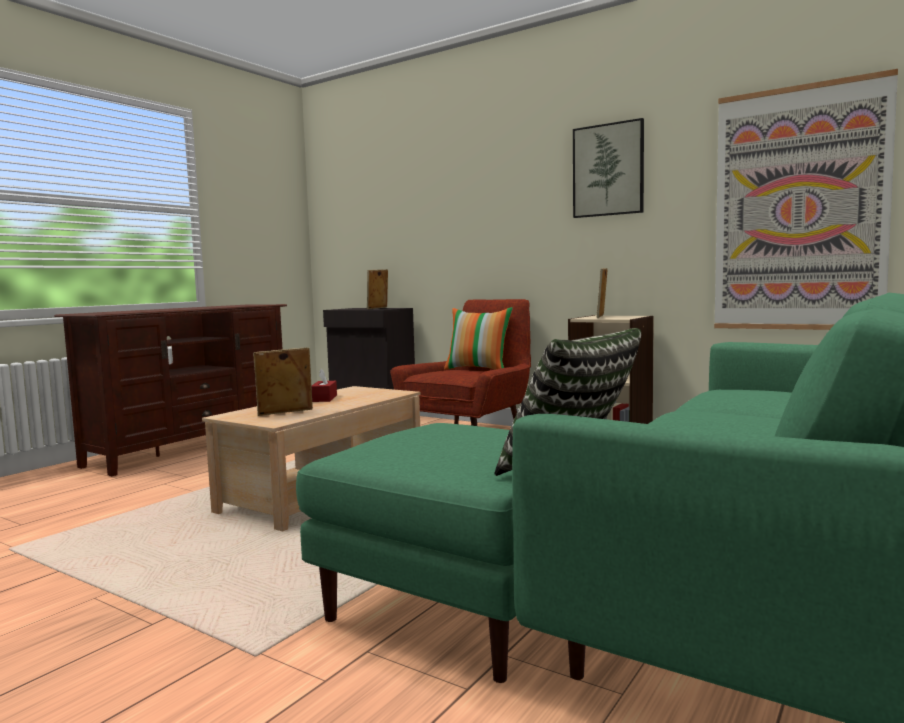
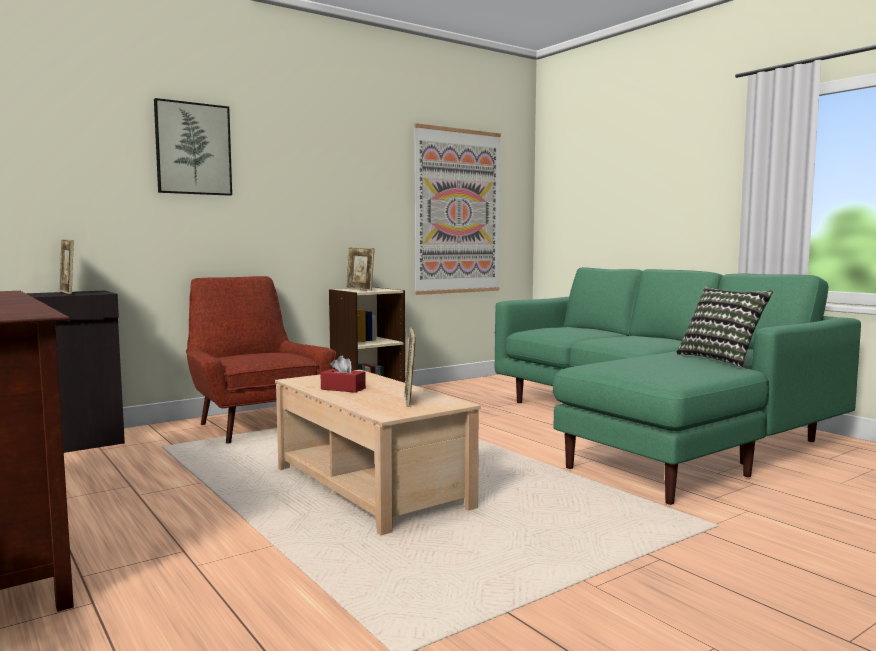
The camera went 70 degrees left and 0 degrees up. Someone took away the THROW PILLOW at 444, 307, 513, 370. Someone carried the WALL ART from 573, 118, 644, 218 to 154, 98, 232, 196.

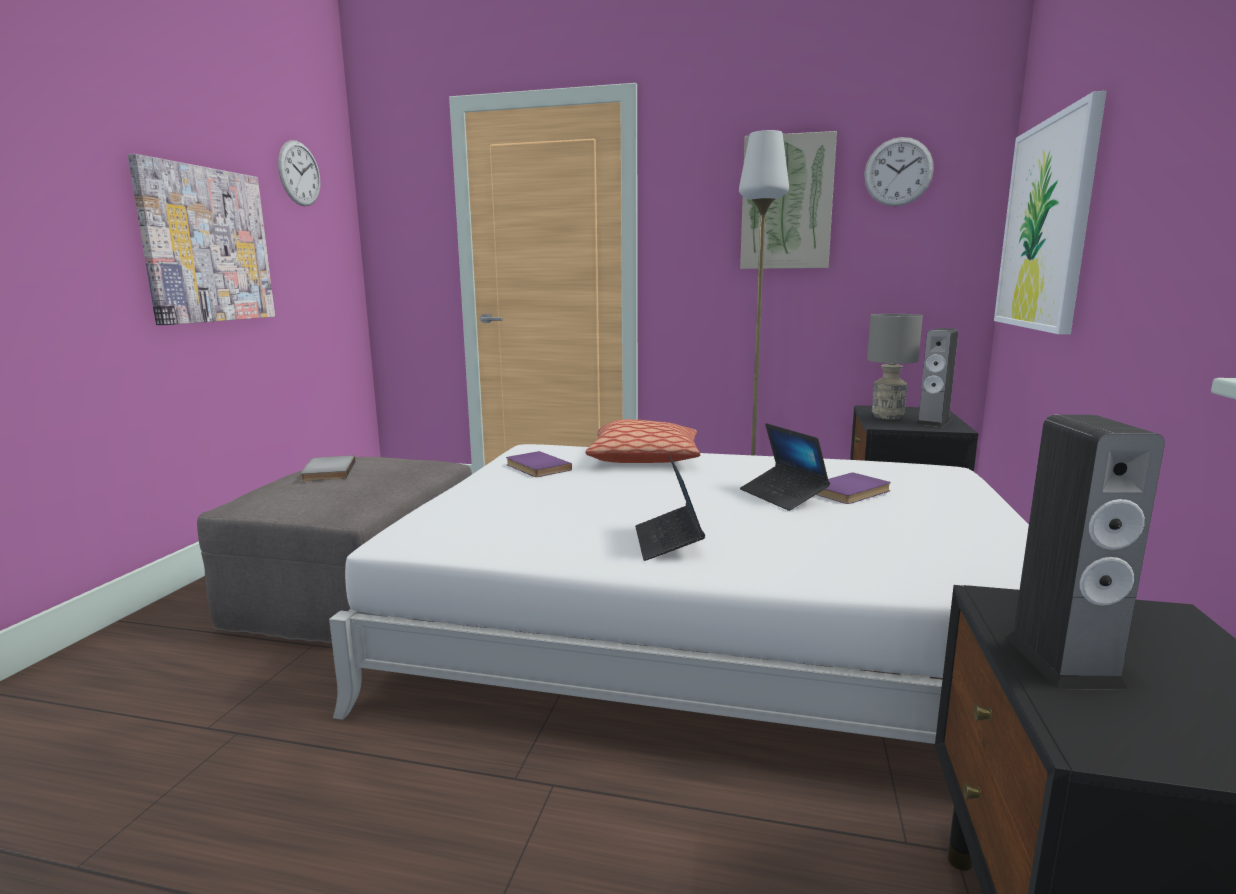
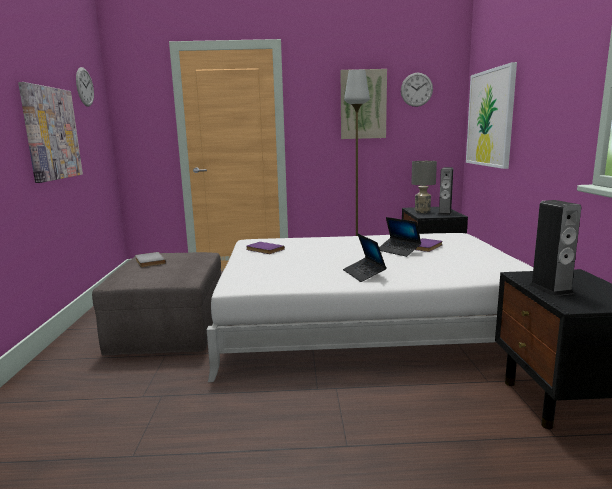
The camera went 15 degrees left and 0 degrees up. Someone took away the THROW PILLOW at 585, 419, 700, 463.

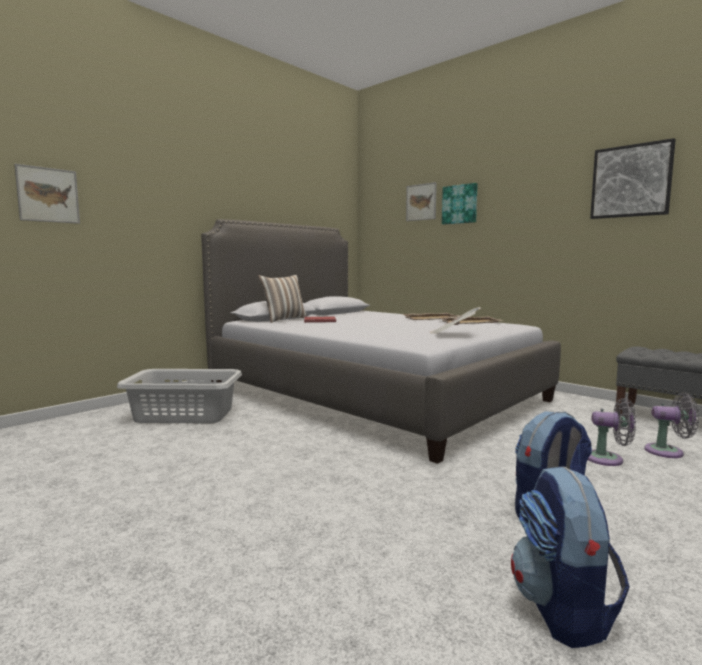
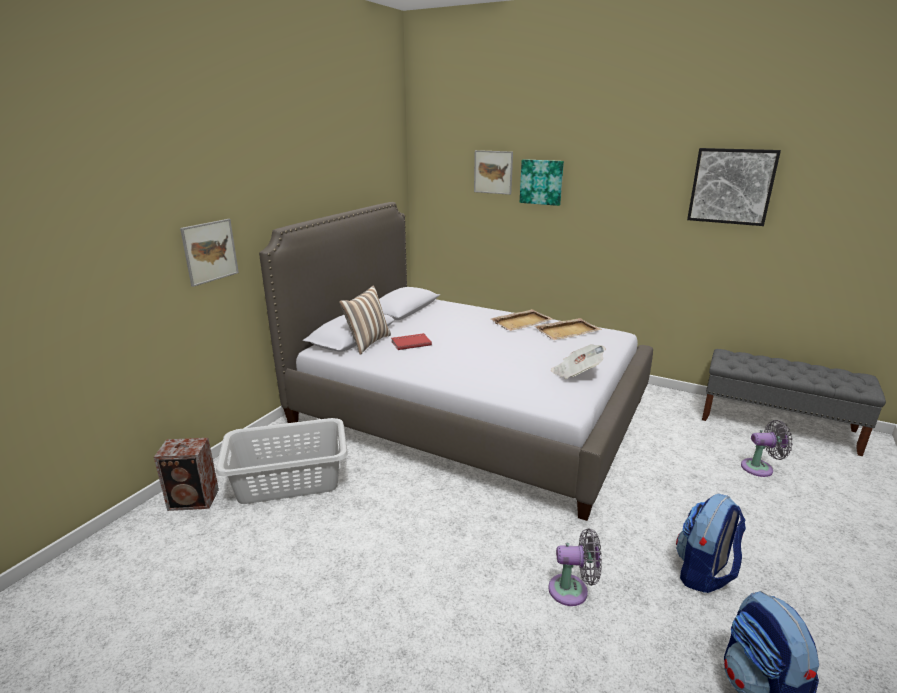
The camera went 15 degrees left and 15 degrees up. Someone put down the AUDIO SPEAKER at 154, 438, 219, 511. Someone carried the WALL ART from 14, 164, 80, 224 to 180, 219, 239, 287. Someone carried the GREY FAN from 588, 398, 636, 466 to 548, 528, 602, 606.

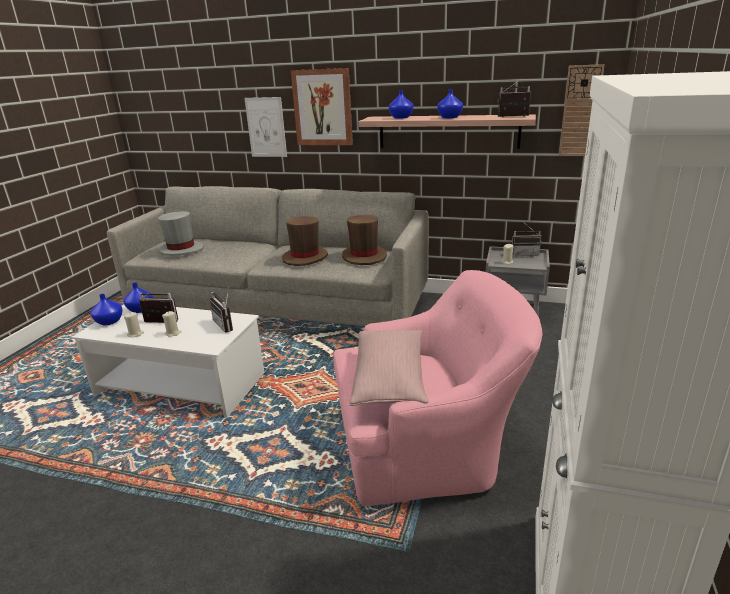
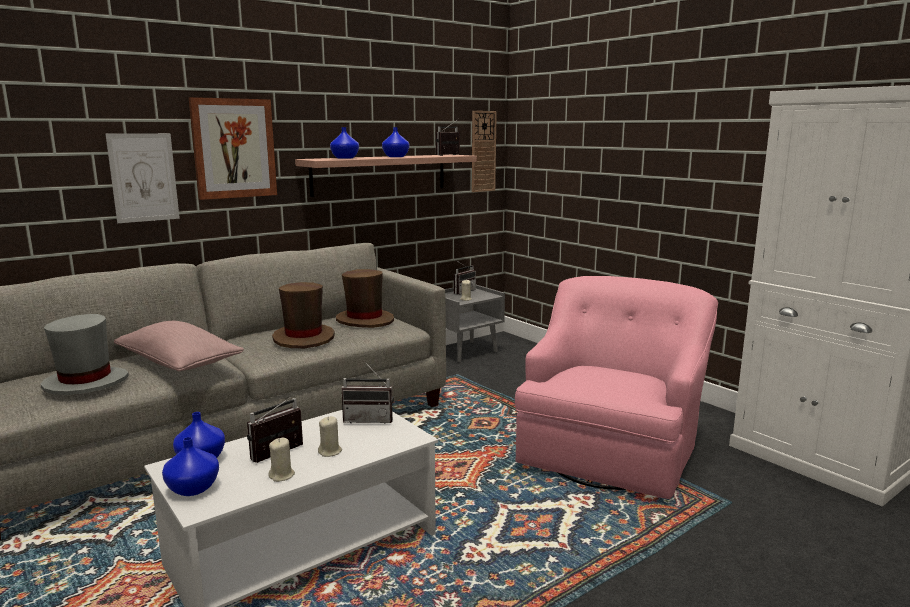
The camera went 55 degrees left and 10 degrees down. Someone carried the PINKISH THROW PILLOW from 350, 330, 429, 406 to 114, 321, 244, 372.

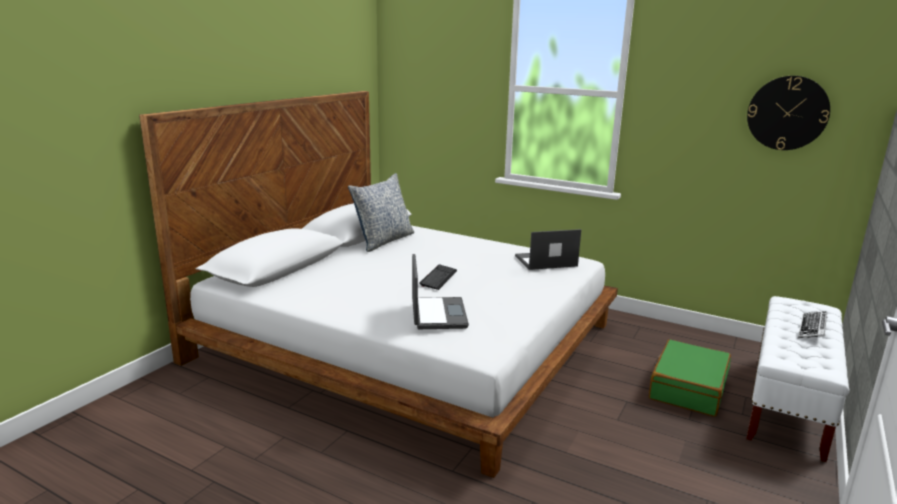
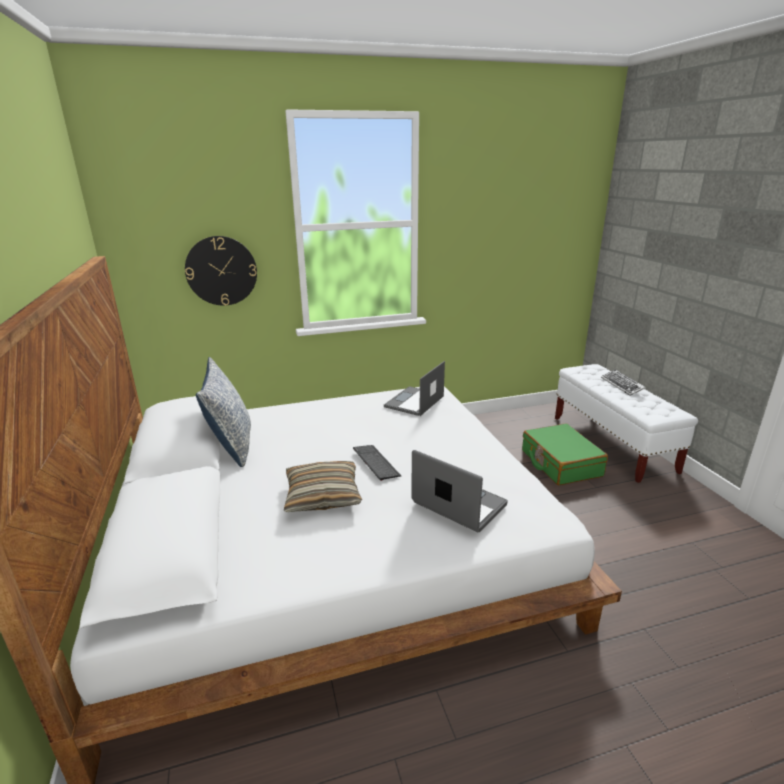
The camera went 45 degrees left and 5 degrees up. Someone put down the THROW PILLOW at 284, 461, 362, 512. Someone carried the WALL CLOCK from 747, 76, 830, 150 to 185, 236, 257, 306.

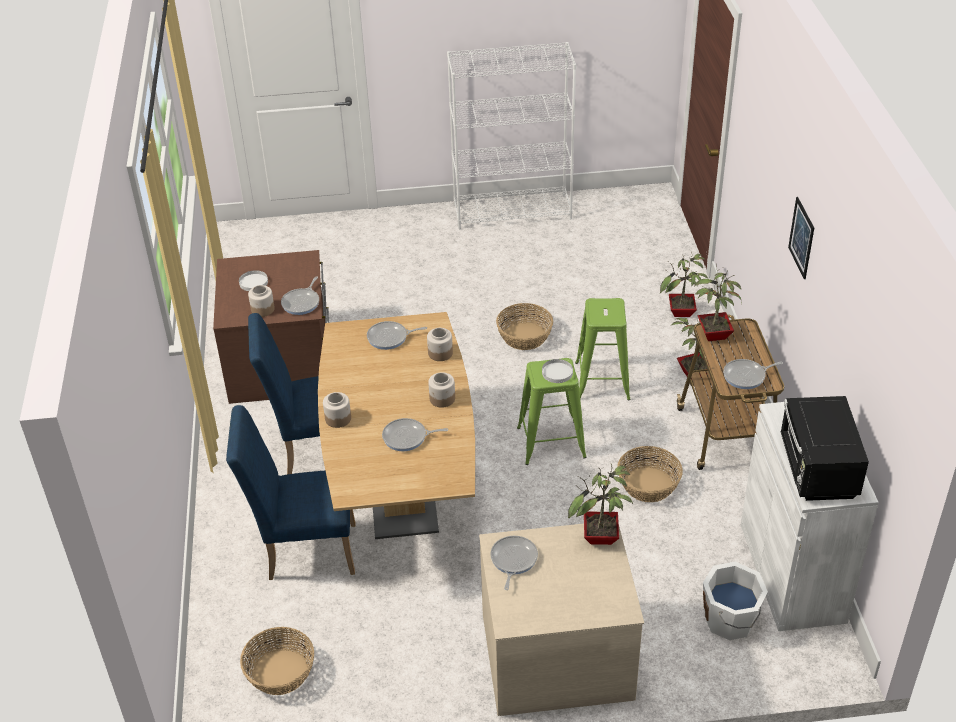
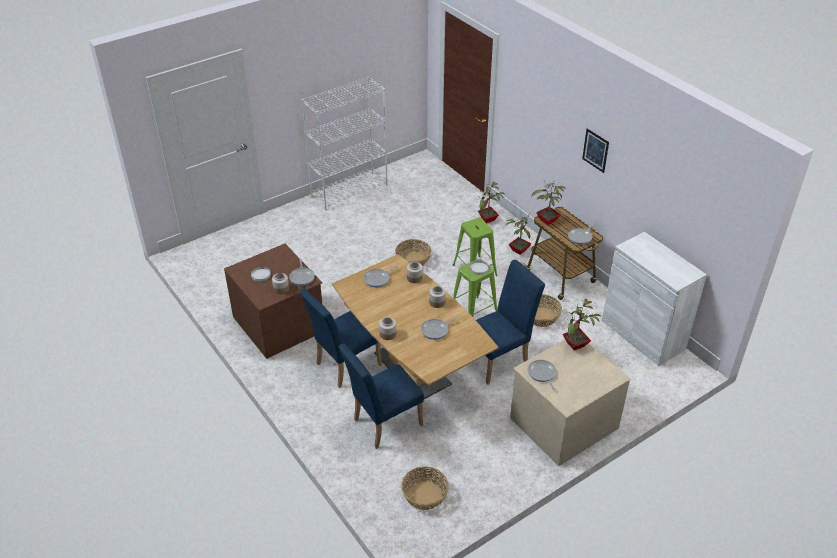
The camera went 30 degrees left and 0 degrees up. Someone took away the WHITE-COLOURED BUCKET at 703, 562, 768, 640. Someone took away the BLACKISH KITCHEN MICROWAVE at 780, 396, 869, 501. Someone put down the BLUISH PLAIN CHAIR at 476, 260, 545, 385.

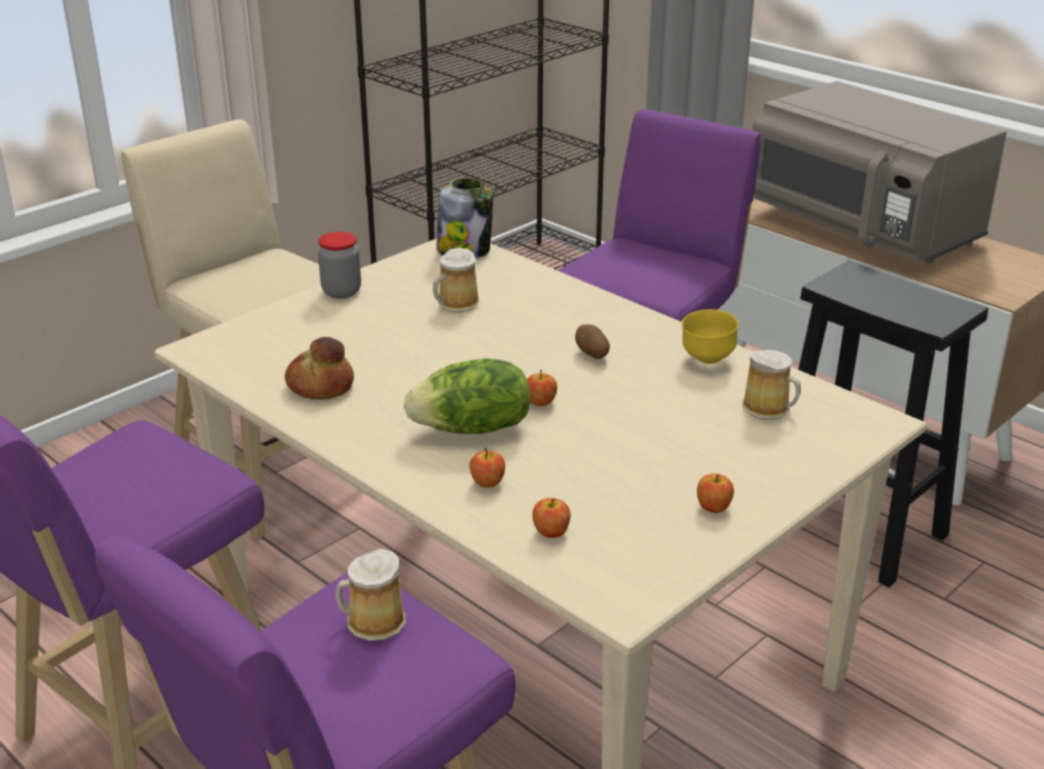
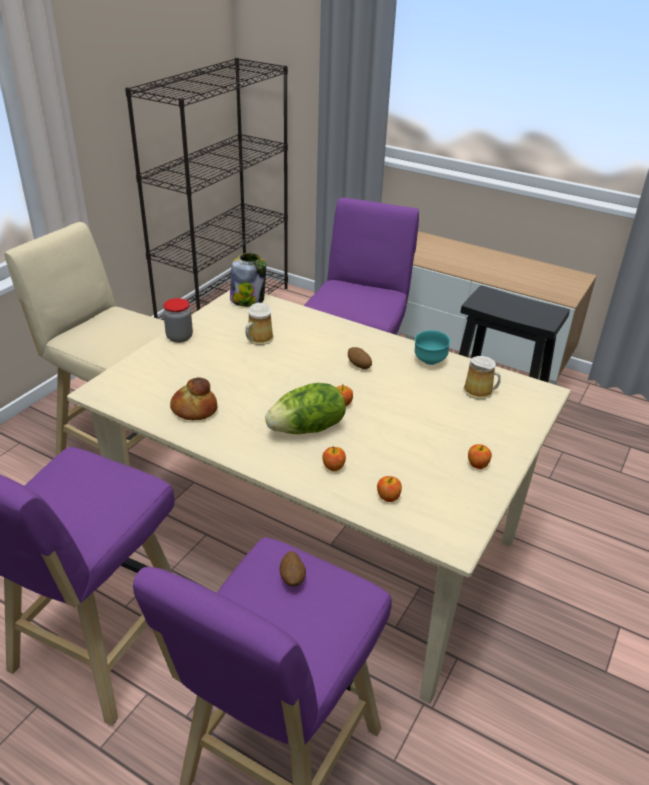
The camera went 15 degrees left and 5 degrees up. Someone took away the GREY KITCHEN MICROWAVE at 752, 81, 1007, 263. Someone swapped the MUG at 336, 548, 406, 641 for the SPUD at 280, 551, 306, 587. Someone repainted the YELLOW-COLOURED SERVING BOWL at 681, 309, 738, 364, which became the BLUE-GREEN SERVING BOWL at 415, 330, 450, 365.

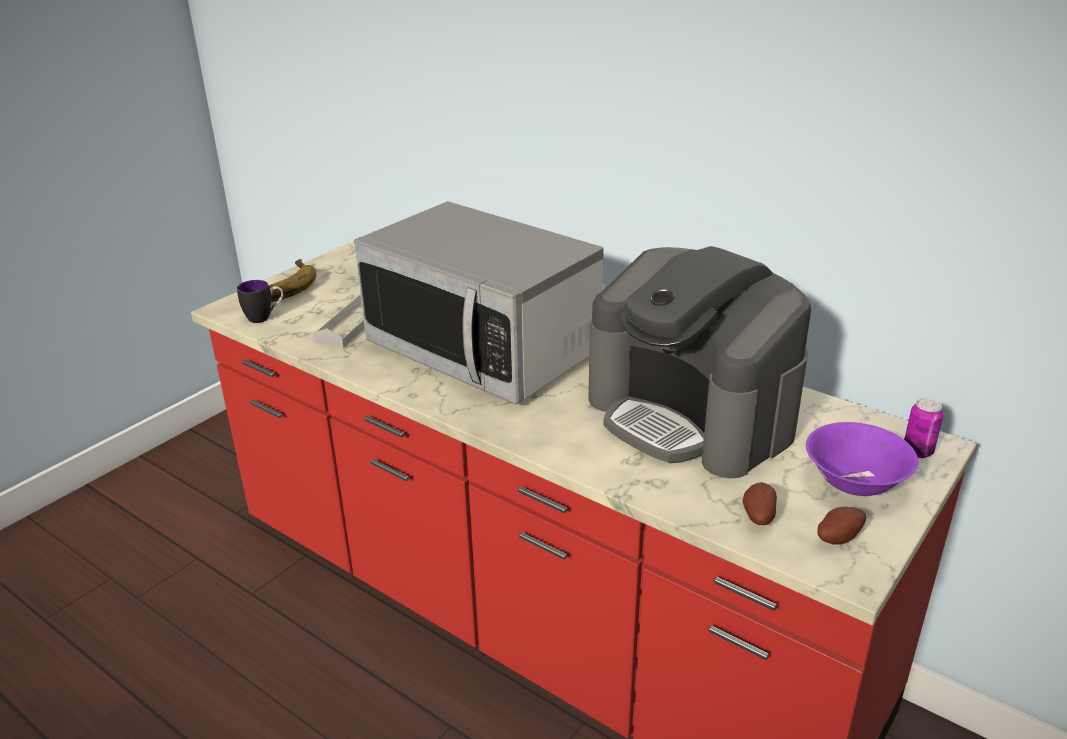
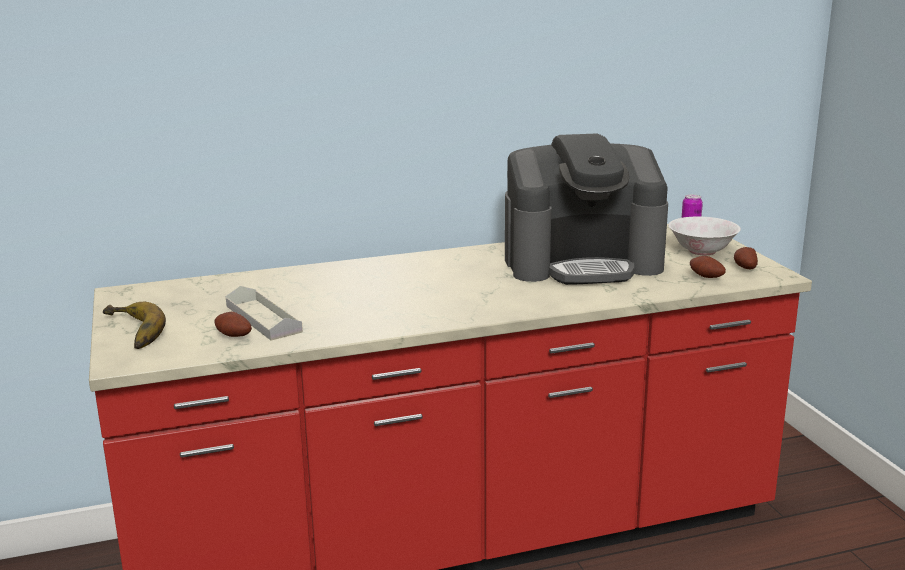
The camera went 55 degrees left and 10 degrees down. Someone took away the MUG at 237, 280, 283, 323. Someone took away the KITCHEN MICROWAVE at 354, 201, 604, 404. Someone put down the SPUD at 215, 312, 252, 337. Someone repainted the PURPLISH SERVING BOWL at 806, 422, 918, 496, which became the WHITE-COLOURED SERVING BOWL at 668, 217, 741, 255.

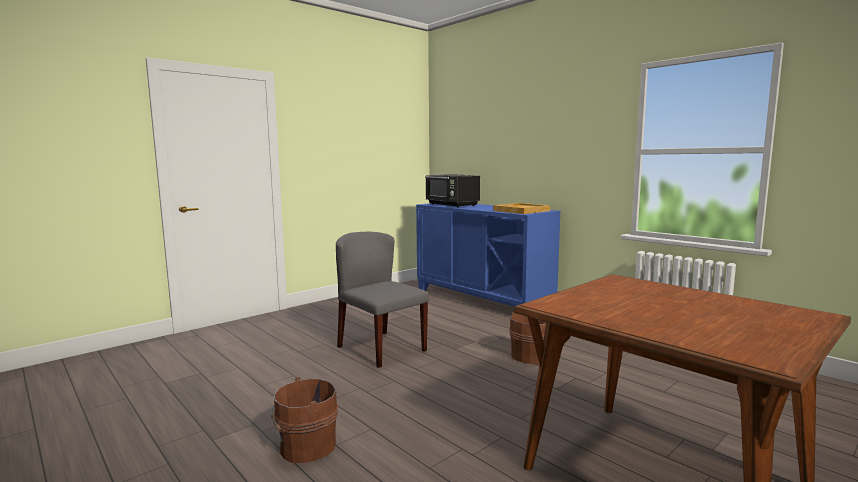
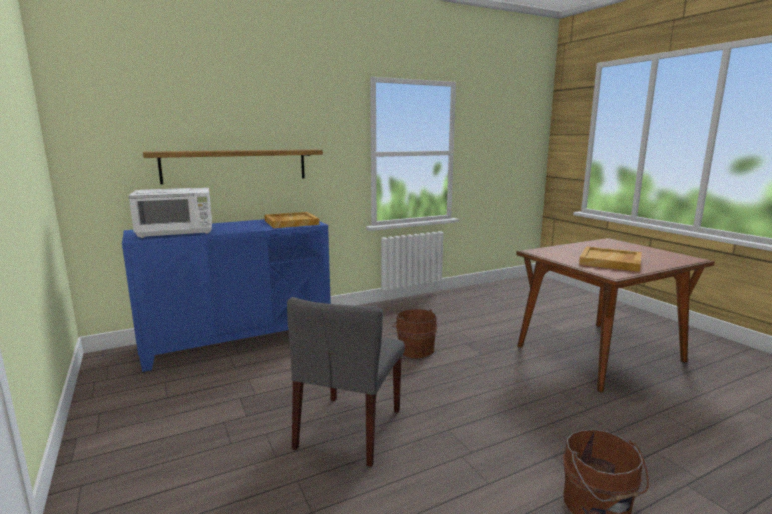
The camera went 75 degrees left and 5 degrees up. Someone put up the WALL SHELF at 143, 149, 323, 185. Someone put down the SAND-COLOURED CARRYING TRAY at 579, 246, 642, 272. Someone repainted the BLACKISH KITCHEN MICROWAVE at 425, 174, 480, 207, which became the WHITE-COLOURED KITCHEN MICROWAVE at 128, 188, 212, 238. Someone rotated the GREY PLAIN CHAIR at 336, 232, 429, 368 by 45 degrees counterclockwise.

